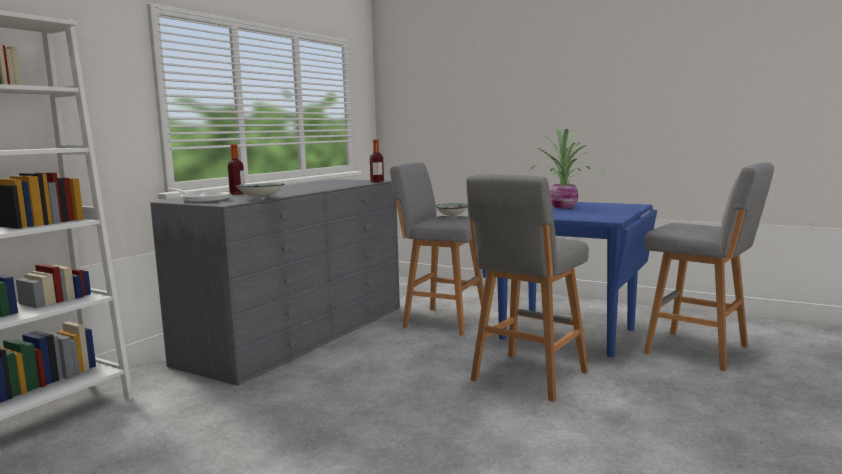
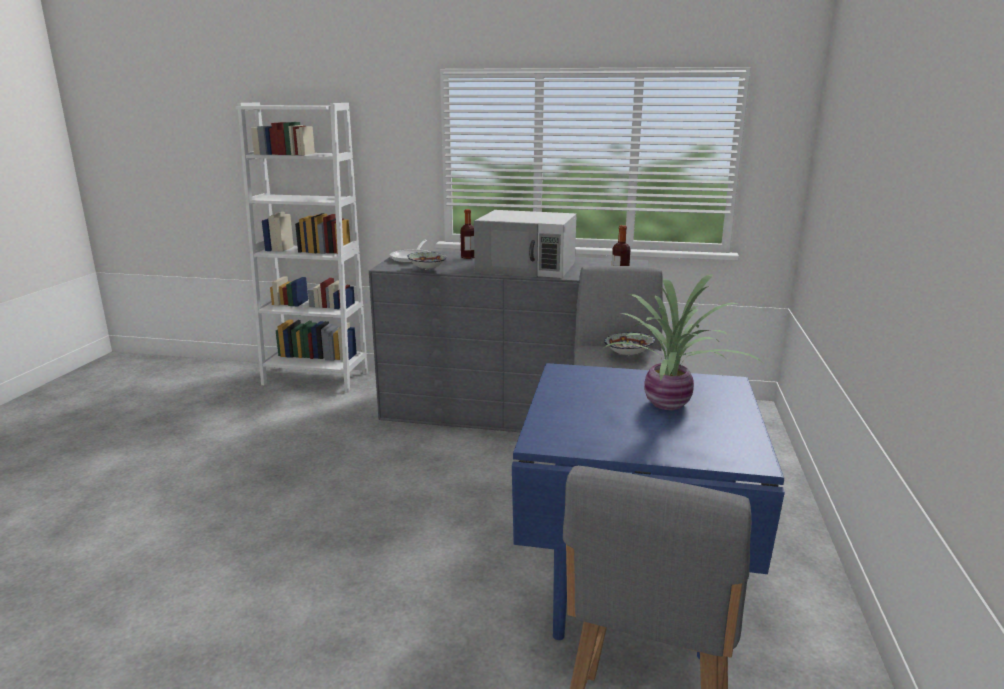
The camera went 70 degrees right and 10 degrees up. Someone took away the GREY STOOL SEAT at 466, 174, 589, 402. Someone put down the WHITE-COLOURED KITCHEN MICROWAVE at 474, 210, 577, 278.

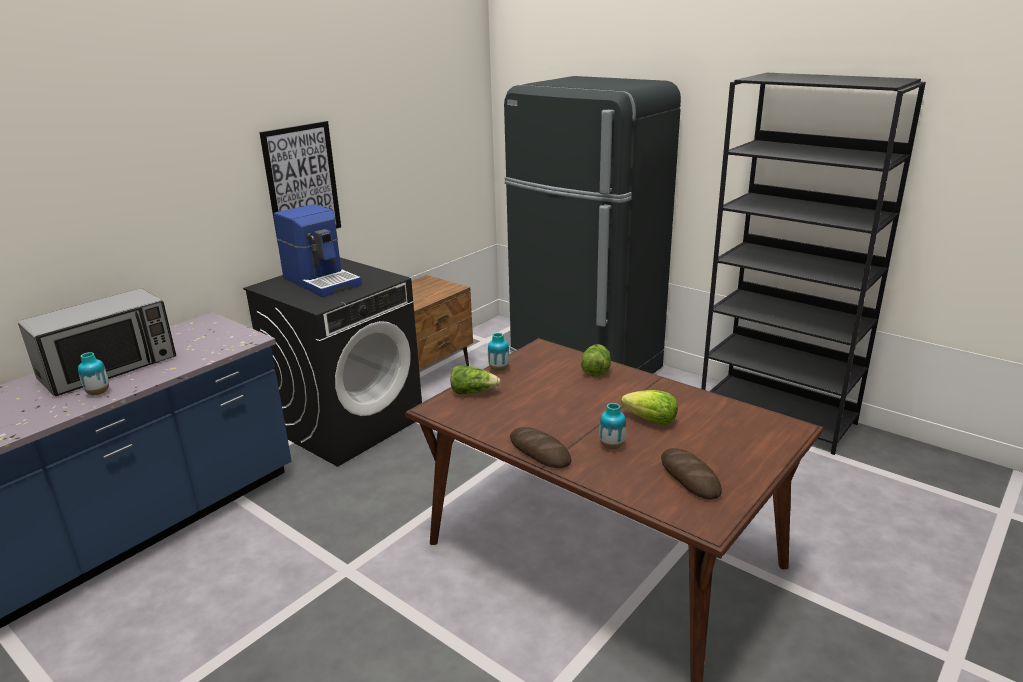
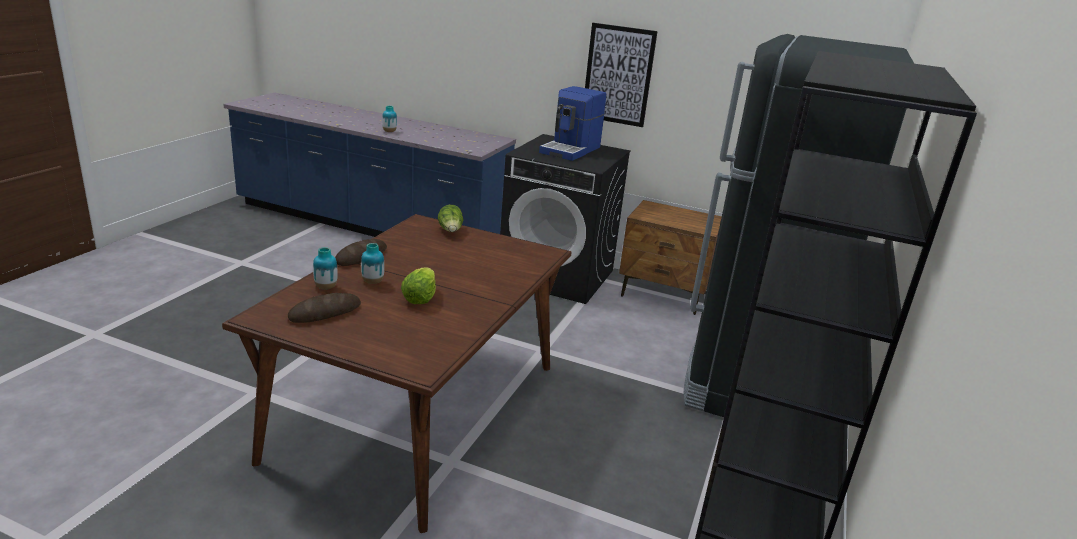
The camera went 70 degrees right and 0 degrees up. Someone took away the KITCHEN MICROWAVE at 18, 288, 176, 396. Someone took away the HEAD OF LETTUCE at 581, 344, 611, 377. Someone carried the DECORATIVE VASE from 488, 333, 509, 372 to 313, 247, 338, 289.

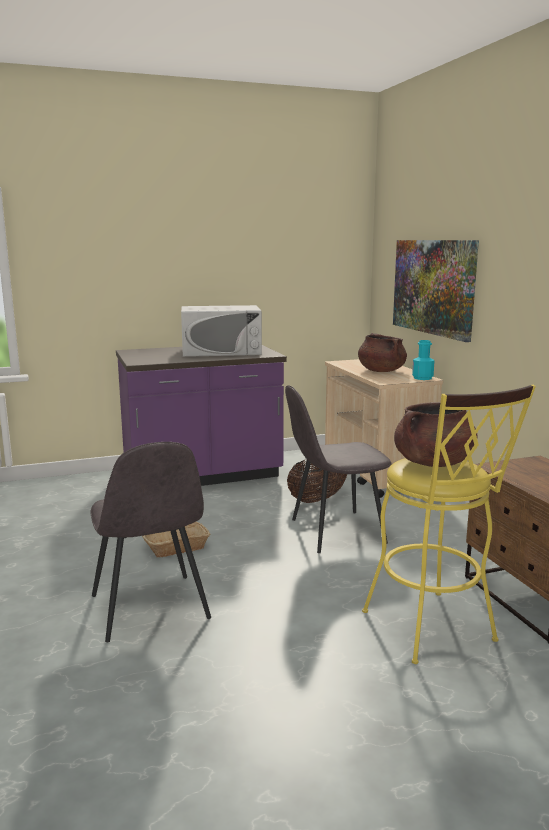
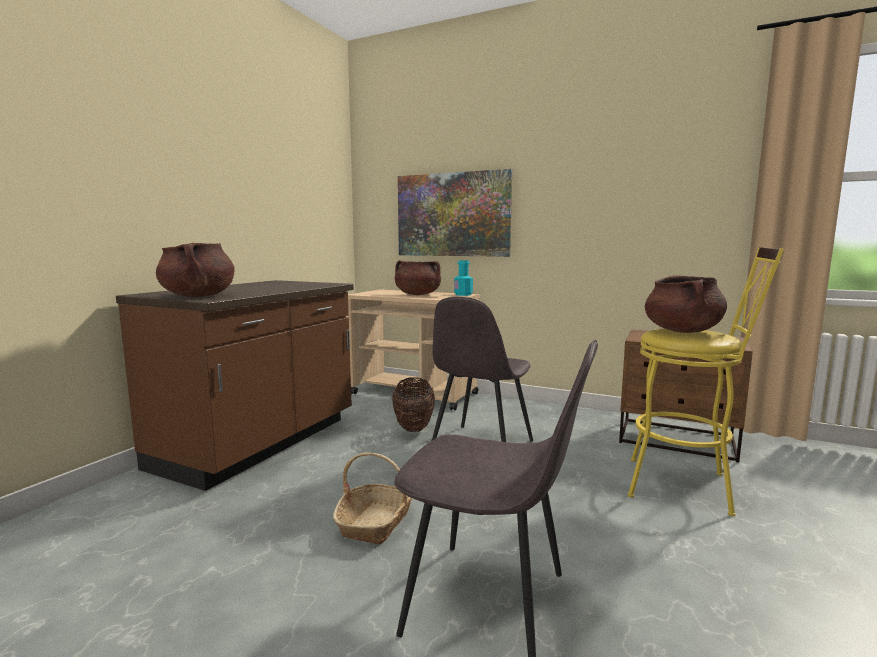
The camera went 45 degrees left and 5 degrees down. Someone took away the WHITE-COLOURED KITCHEN MICROWAVE at 181, 305, 262, 357. Someone put down the BROWN COOKING POT at 156, 243, 235, 297. Someone repainted the PURPLISH KITCHEN BASE UNIT at 116, 345, 287, 486, which became the BROWN KITCHEN BASE UNIT at 116, 280, 354, 491.

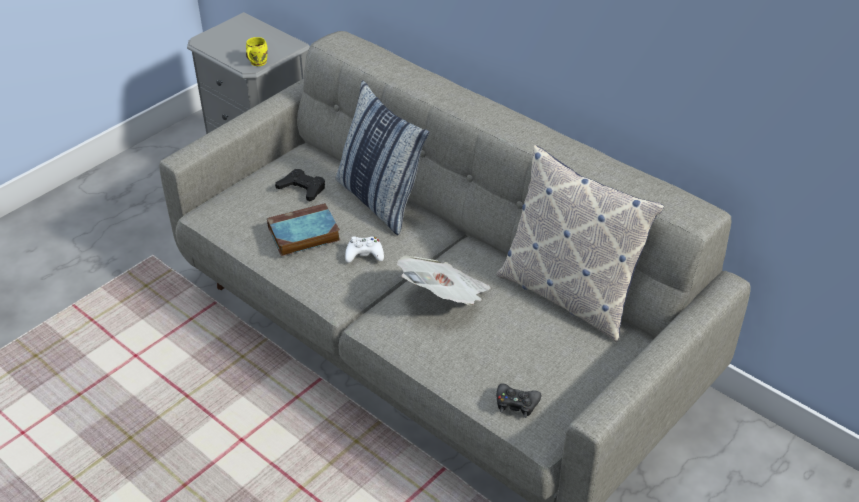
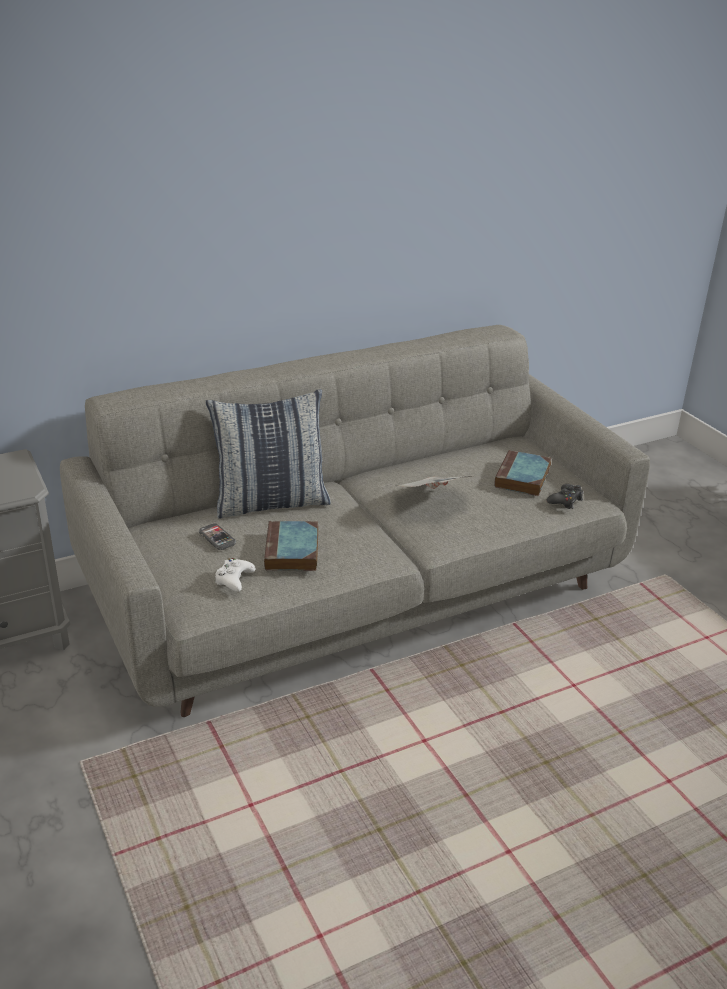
The camera went 70 degrees left and 10 degrees down. Someone took away the YELLOW-COLOURED MUG at 246, 37, 268, 66. Someone took away the THROW PILLOW at 496, 145, 664, 342. Someone put down the BOUND BOOK at 495, 450, 551, 496. Someone carried the WHITE-COLOURED JOYPAD from 345, 236, 384, 263 to 215, 558, 256, 592. Someone swapped the BLACKISH JOYPAD at 275, 169, 325, 201 for the PHONE at 199, 524, 236, 550.

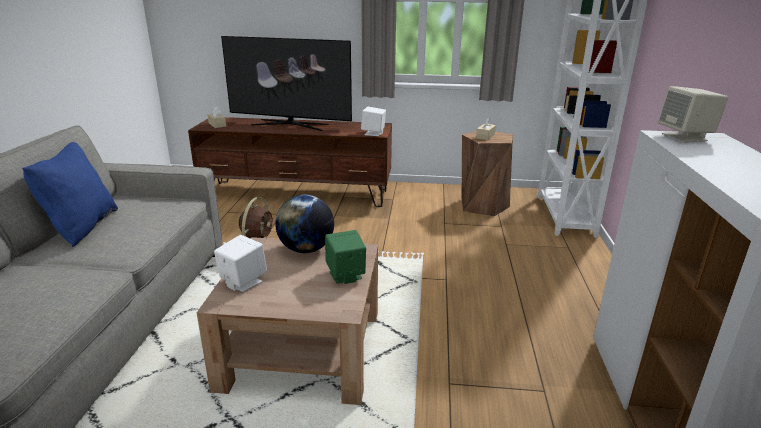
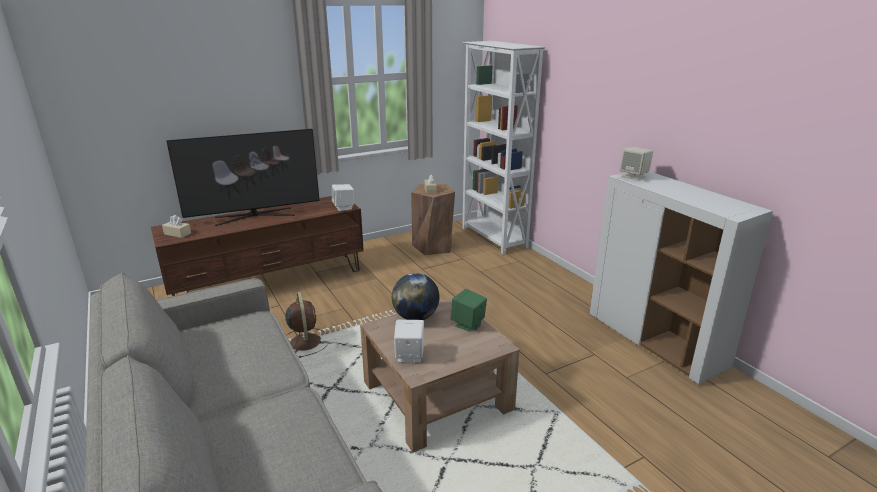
The camera went 35 degrees left and 0 degrees up. Someone took away the BLUISH THROW PILLOW at 22, 142, 118, 247.

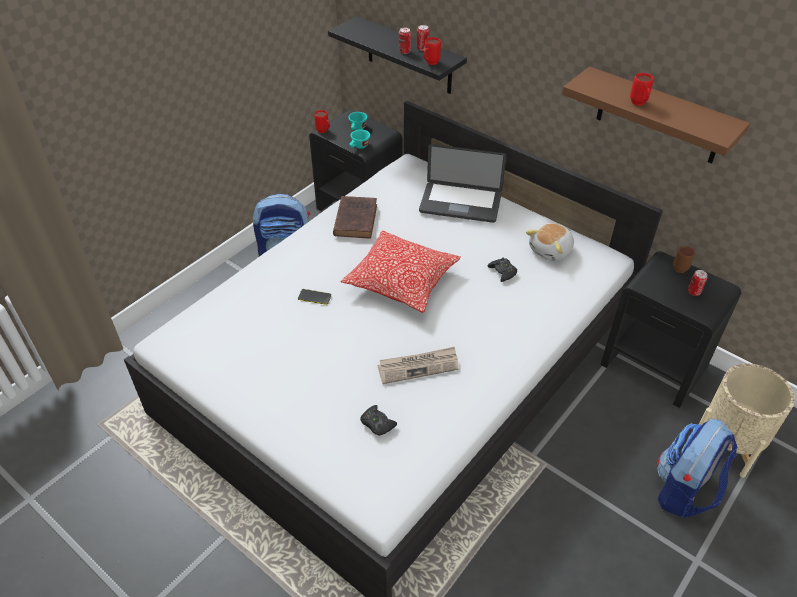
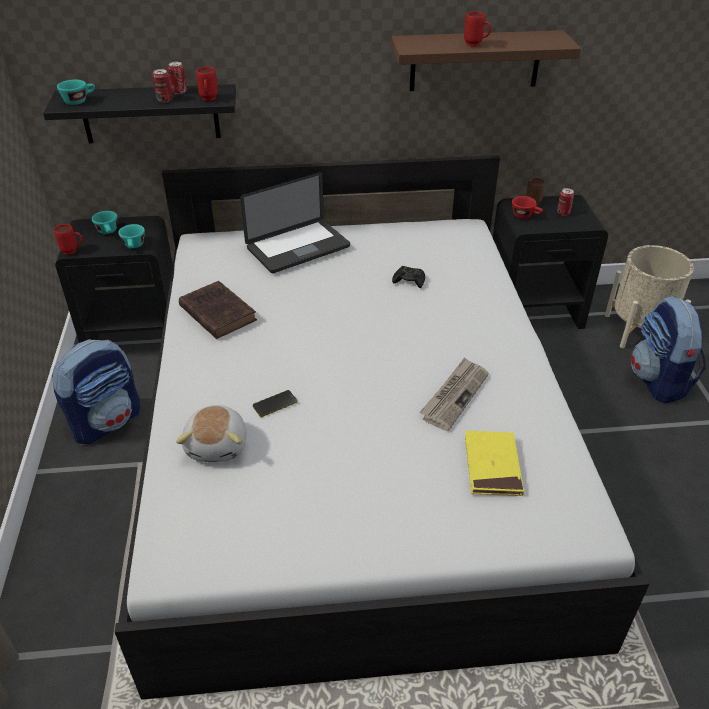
The camera went 45 degrees left and 5 degrees down. Someone took away the THROW PILLOW at 341, 231, 461, 313. Someone put down the BLUE-GREEN CUP at 57, 80, 95, 105. Someone put down the REDDISH CUP at 512, 196, 543, 219. Someone carried the CUDDLY TOY from 526, 223, 574, 261 to 176, 405, 247, 462. Someone swapped the BLACKISH JOYPAD at 360, 405, 397, 436 for the YELLOW-COLOURED BOUND BOOK at 465, 431, 524, 496.

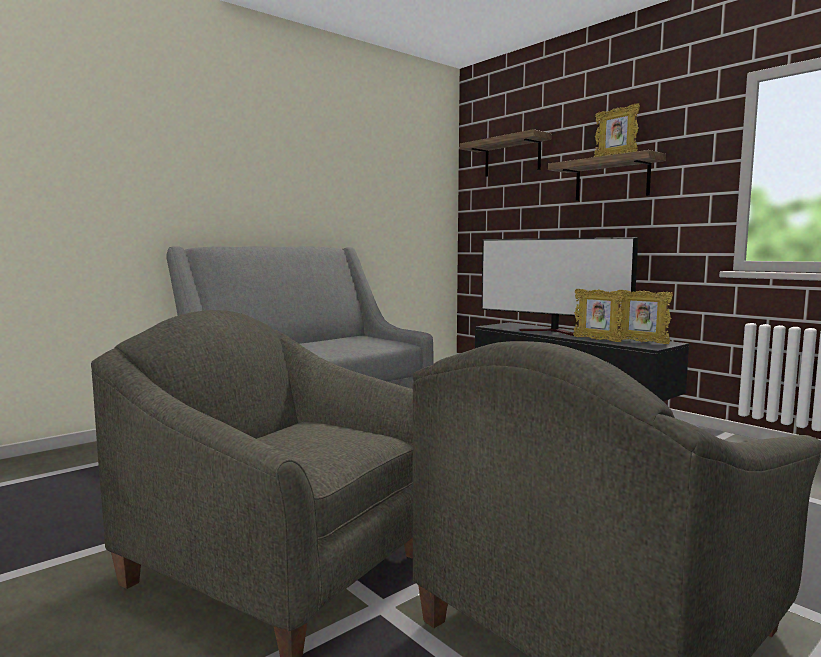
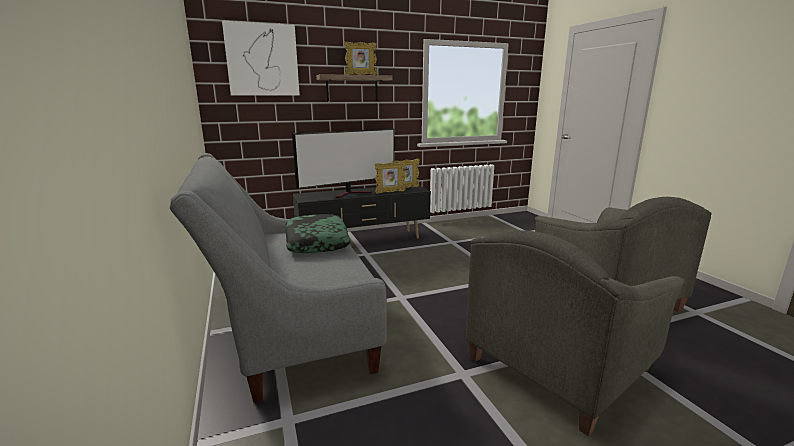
The camera went 70 degrees left and 10 degrees up. Someone put down the THROW PILLOW at 286, 214, 351, 253. Someone swapped the WALL SHELF at 459, 129, 552, 177 for the WALL ART at 222, 21, 300, 95.

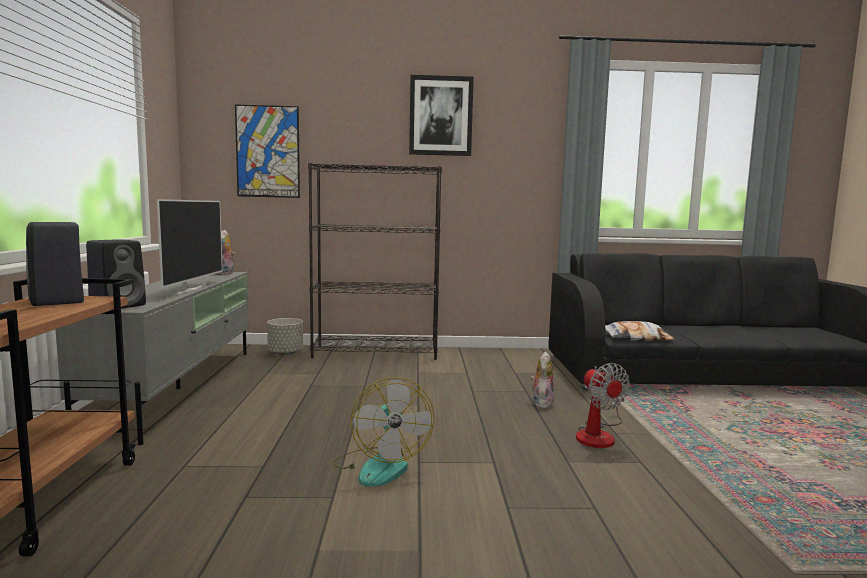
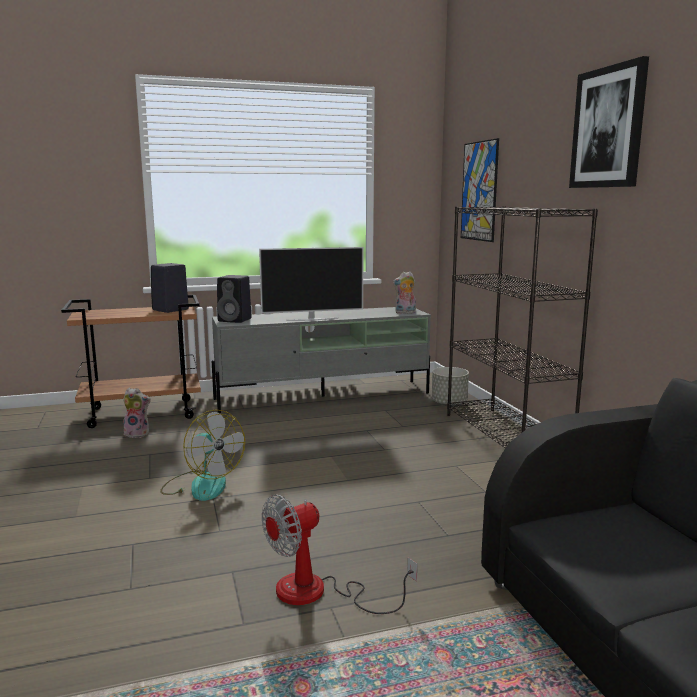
The camera went 75 degrees right and 5 degrees up. Someone took away the THROW PILLOW at 605, 321, 674, 341. Someone carried the CUDDLY TOY from 531, 352, 554, 408 to 123, 388, 151, 438. Someone rotated the FAN at 332, 377, 434, 487 by 105 degrees counterclockwise.

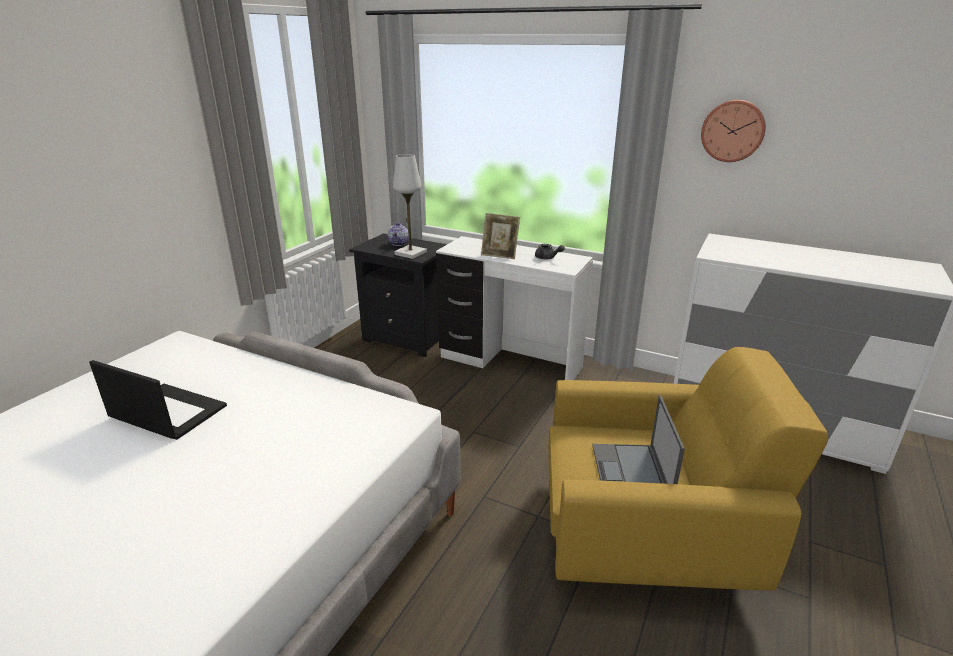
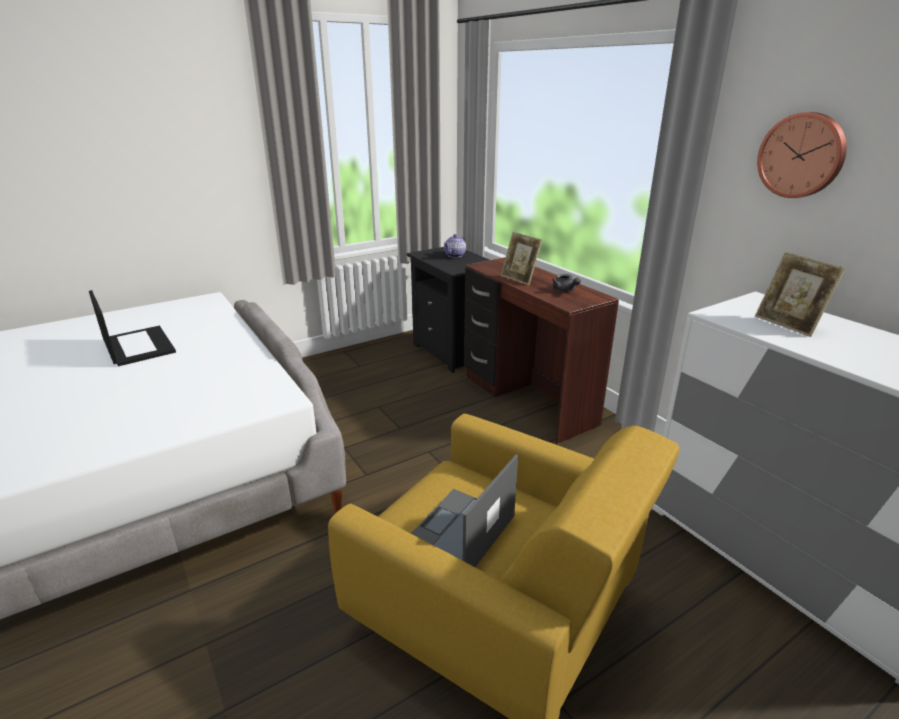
The camera went 30 degrees right and 0 degrees up. Someone took away the WHITE-COLOURED TABLE LAMP at 393, 154, 427, 259. Someone put down the PICTURE FRAME at 755, 252, 846, 337. Someone repainted the WHITE-COLOURED DESK UNIT at 436, 236, 593, 380, which became the BROWN DESK UNIT at 464, 257, 619, 444.

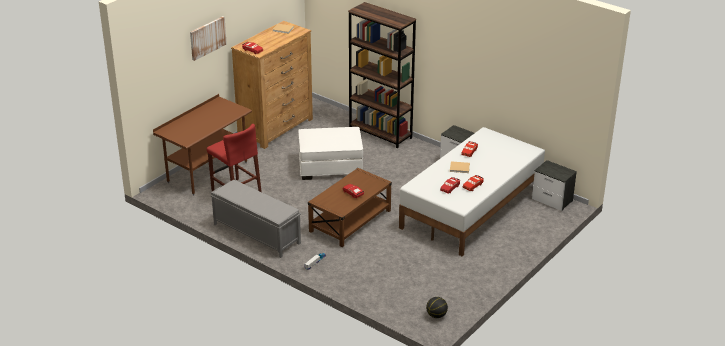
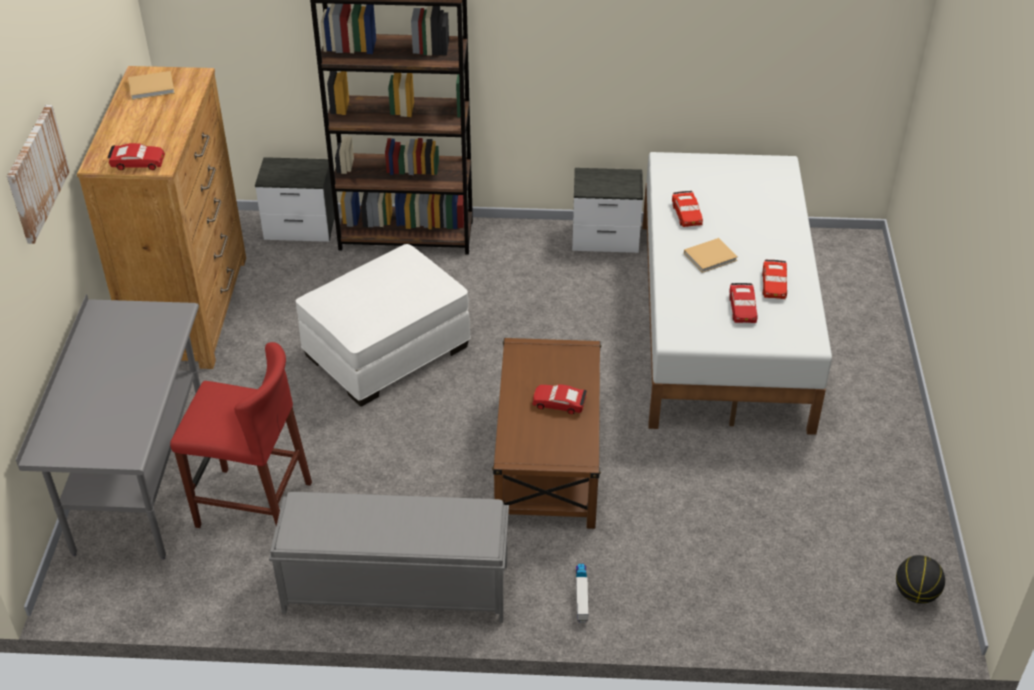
The camera went 35 degrees left and 10 degrees up. Someone carried the NIGHTSTAND from 532, 160, 577, 211 to 255, 157, 335, 242. Someone repainted the BROWN DESK UNIT at 153, 94, 252, 196, which became the GREY DESK UNIT at 16, 294, 200, 560.

